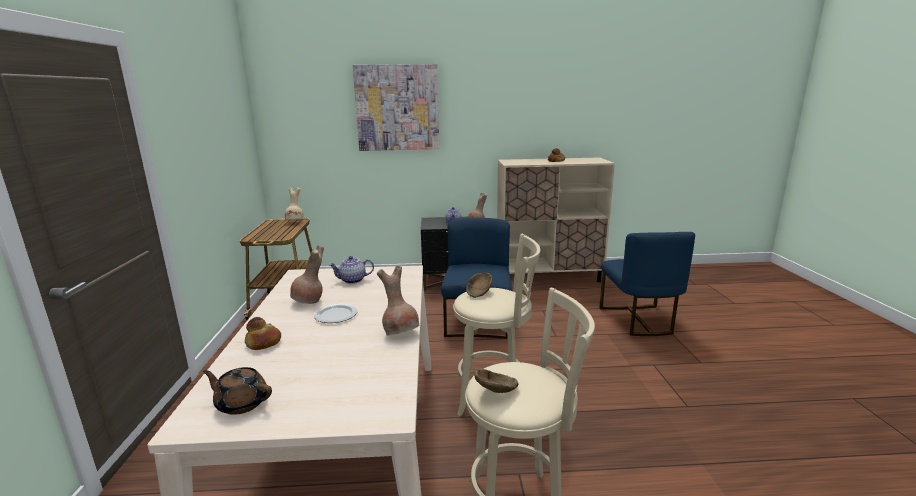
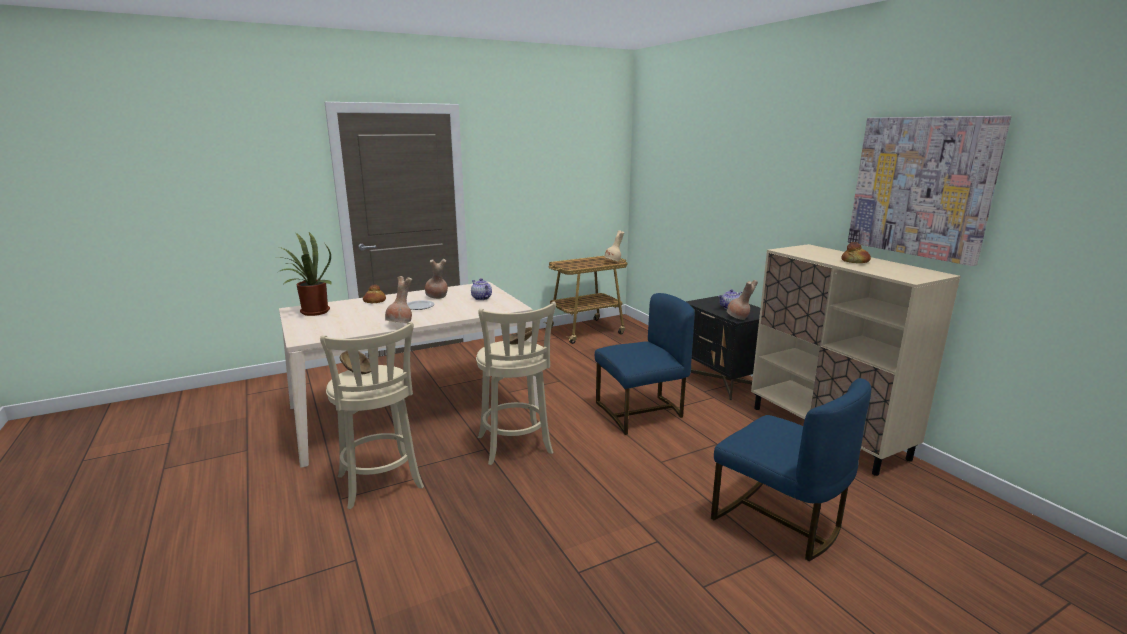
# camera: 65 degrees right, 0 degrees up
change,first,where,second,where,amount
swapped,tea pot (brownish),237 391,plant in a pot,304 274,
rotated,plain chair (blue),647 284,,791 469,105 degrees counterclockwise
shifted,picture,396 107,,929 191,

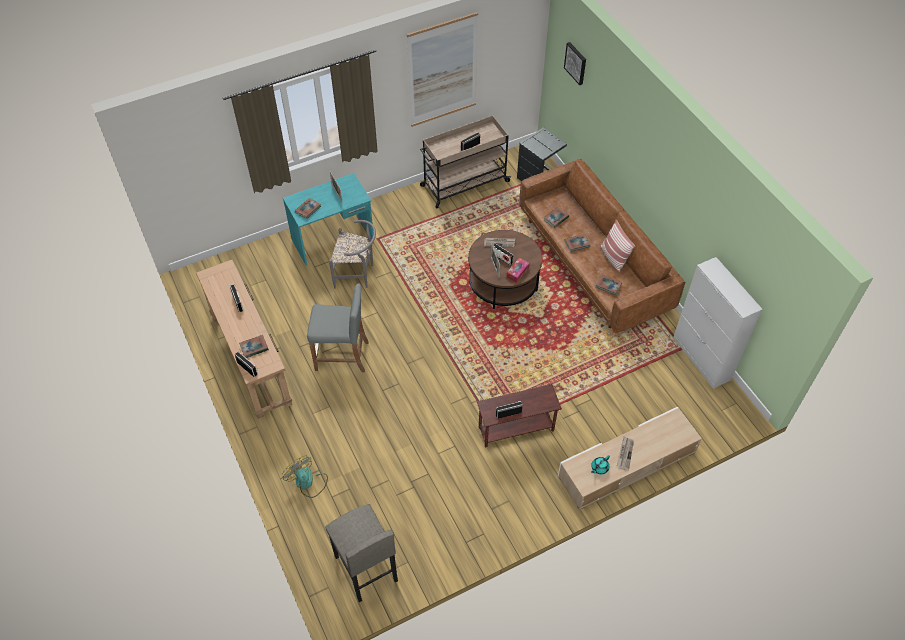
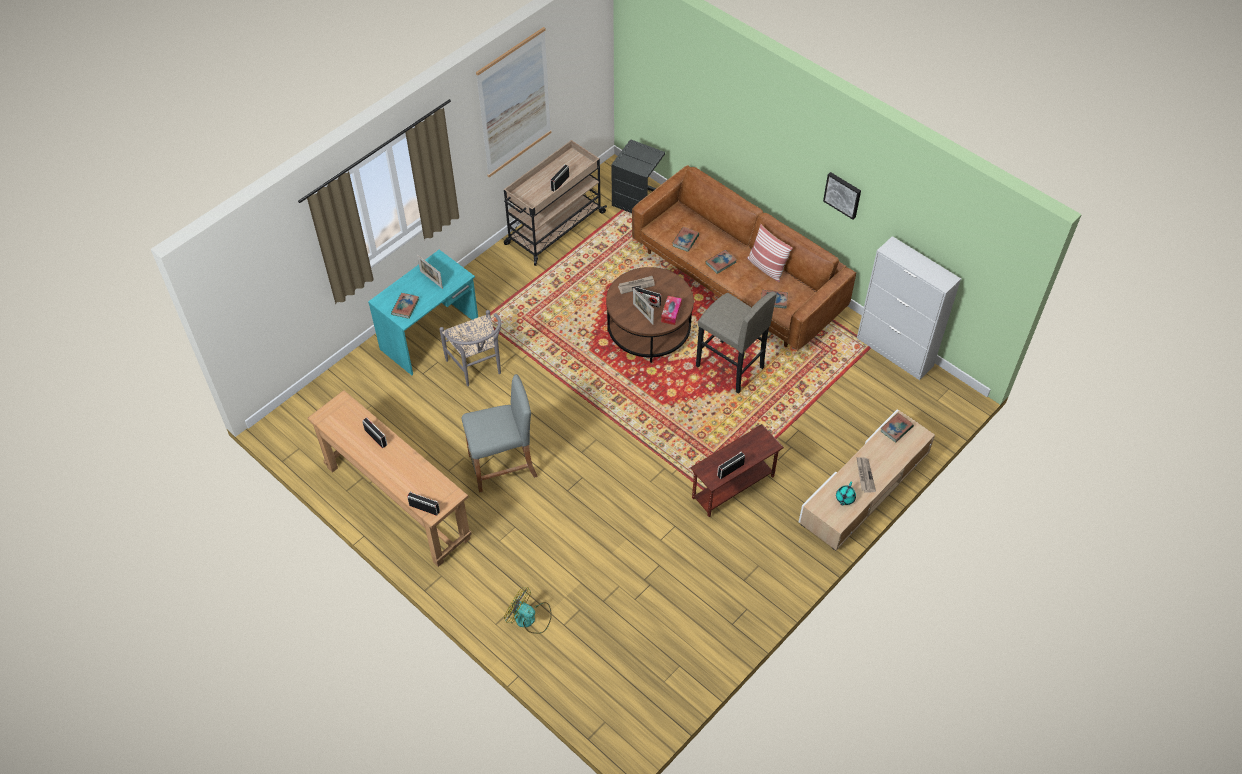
# camera: 20 degrees left, 0 degrees up
change,first,where,second,where,amount
rotated,plain chair (grey),352 254,,470 348,75 degrees clockwise
shifted,stool seat (grey),361 553,,736 342,
shifted,picture,575 63,,842 196,
shifted,bound book,254 346,,897 427,

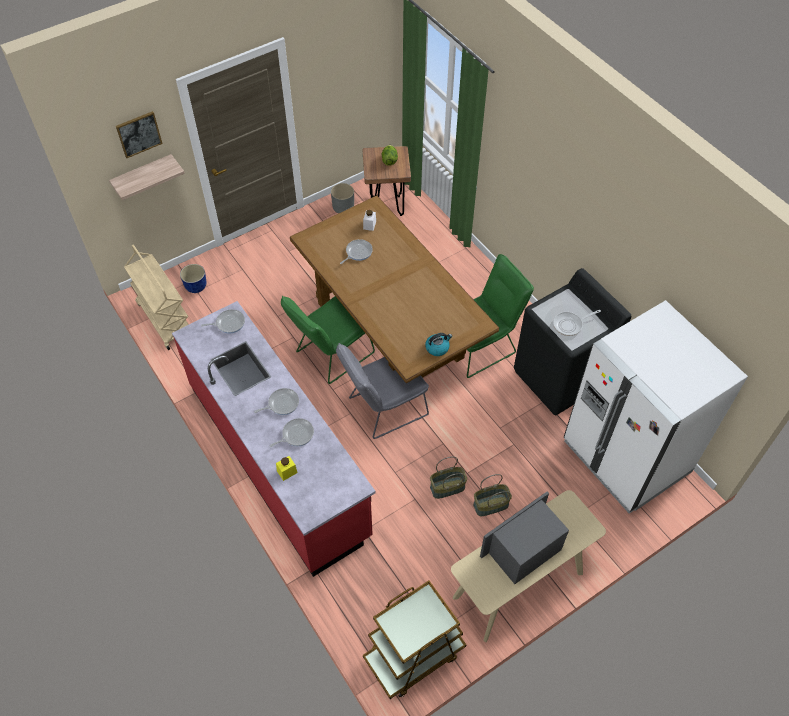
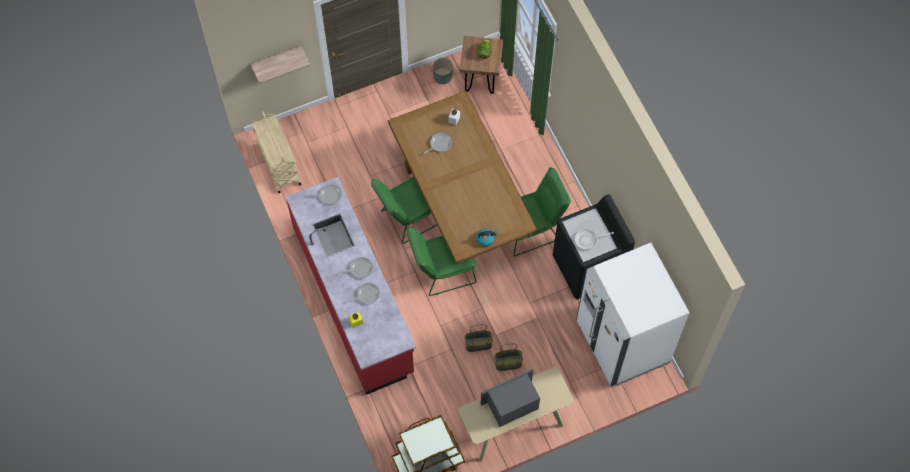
# camera: 10 degrees right, 10 degrees up
change,first,where,second,where,amount
repainted,plain chair (grey),382 391,plain chair (green-coloured),442 261,
gone,picture,139 134,,,
gone,plant pot,193 278,,,

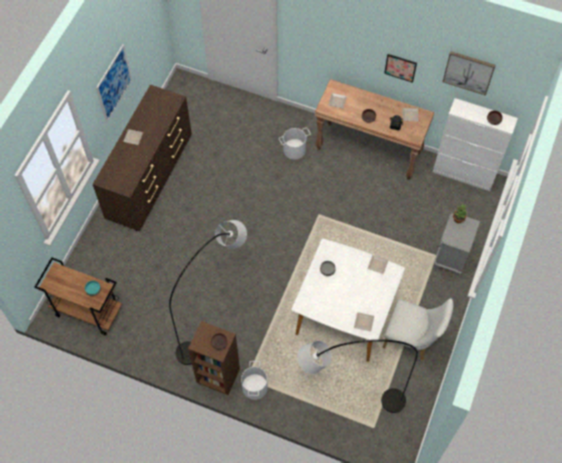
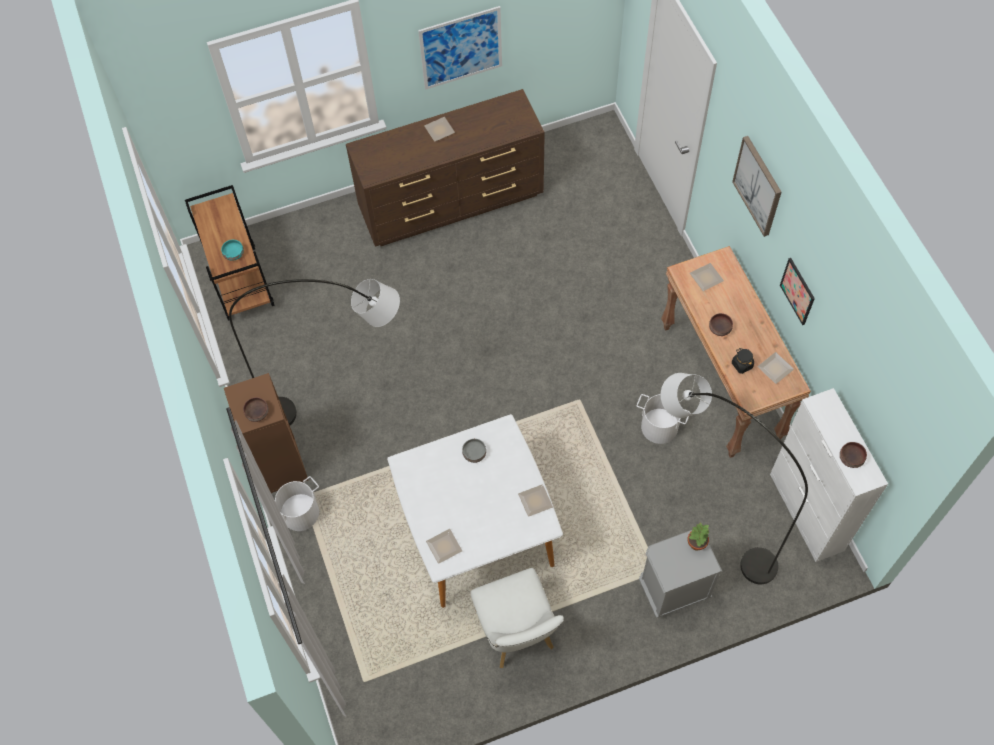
# camera: 50 degrees right, 0 degrees up
change,first,where,second,where,amount
shifted,bucket (white),294 143,,663 419,
shifted,standing lamp (grey),357 376,,734 478,
shifted,picture,469 73,,756 186,

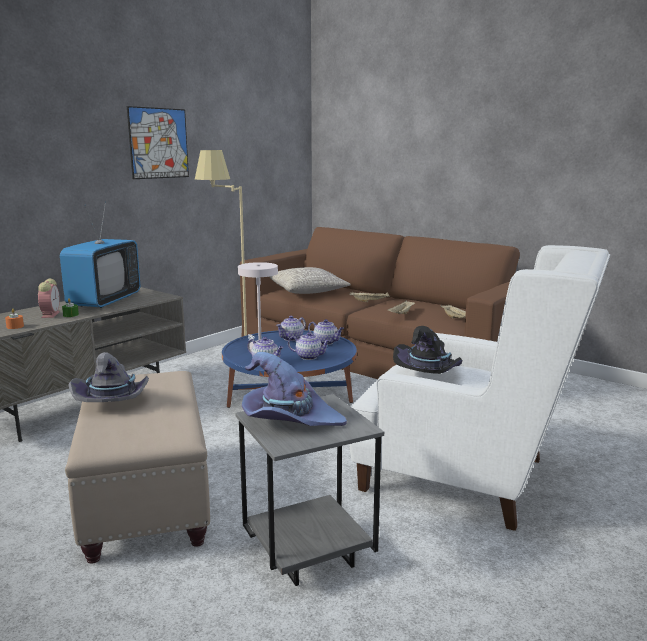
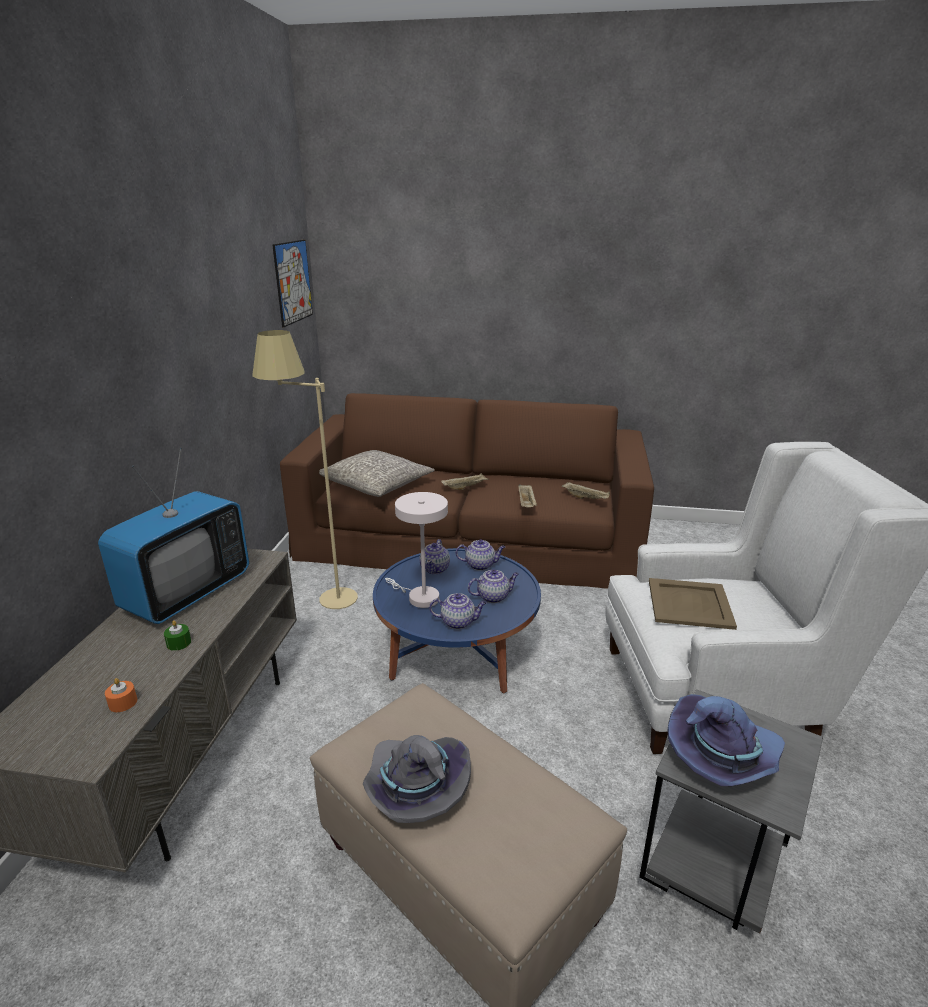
# camera: 30 degrees left, 10 degrees up
change,first,where,second,where,amount
rotated,television,100 255,,173 536,45 degrees clockwise
shifted,picture,158 142,,292 283,
swapped,wearable hat (black-coloured),428 350,serving tray (beige-coloured),693 604,
gone,alarm clock,49 298,,,

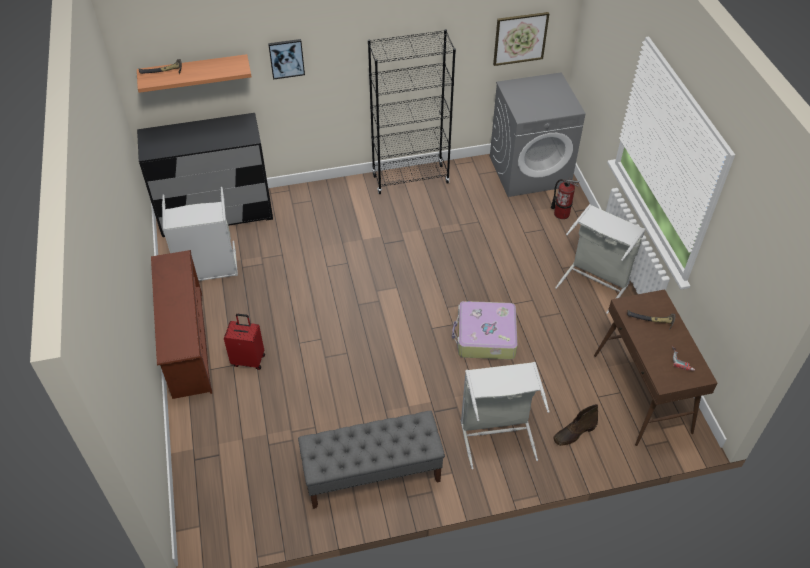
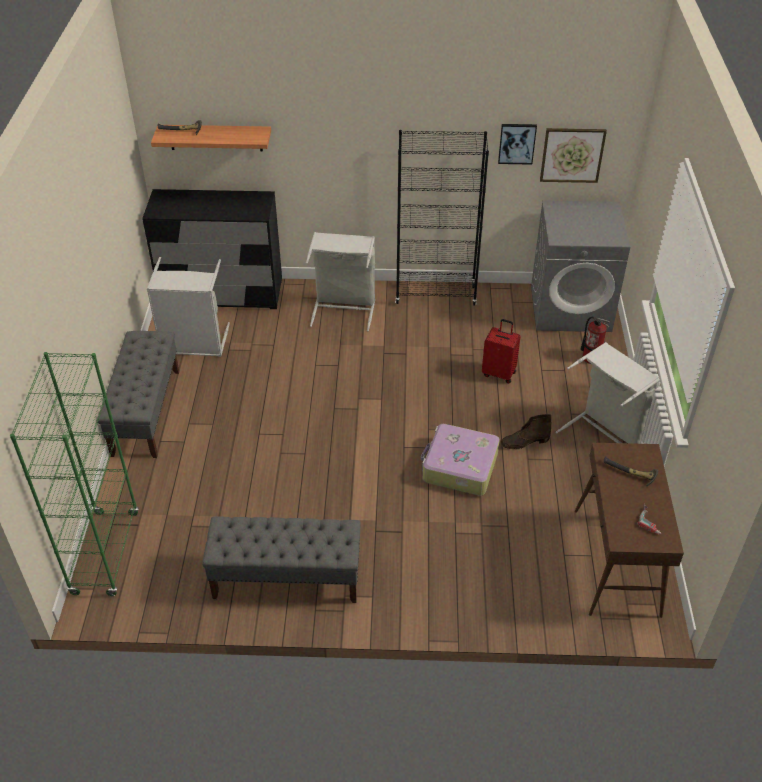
# camera: 15 degrees right, 5 degrees down
change,first,where,second,where,amount
new,,,shelving unit (green-coloured),74 474,
swapped,shoe rack (brownish),181 324,indoor bench (grey),138 394,
shifted,washing basket (grey),505 415,,340 281,
shifted,suitcase (red-coloured),244 342,,501 351,
shifted,picture,286 59,,517 144,
shifted,high-top boot (brownish),575 425,,526 432,

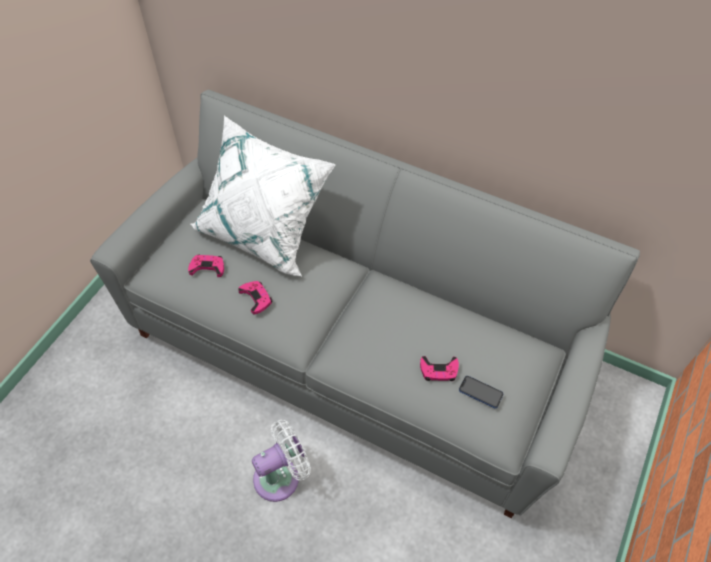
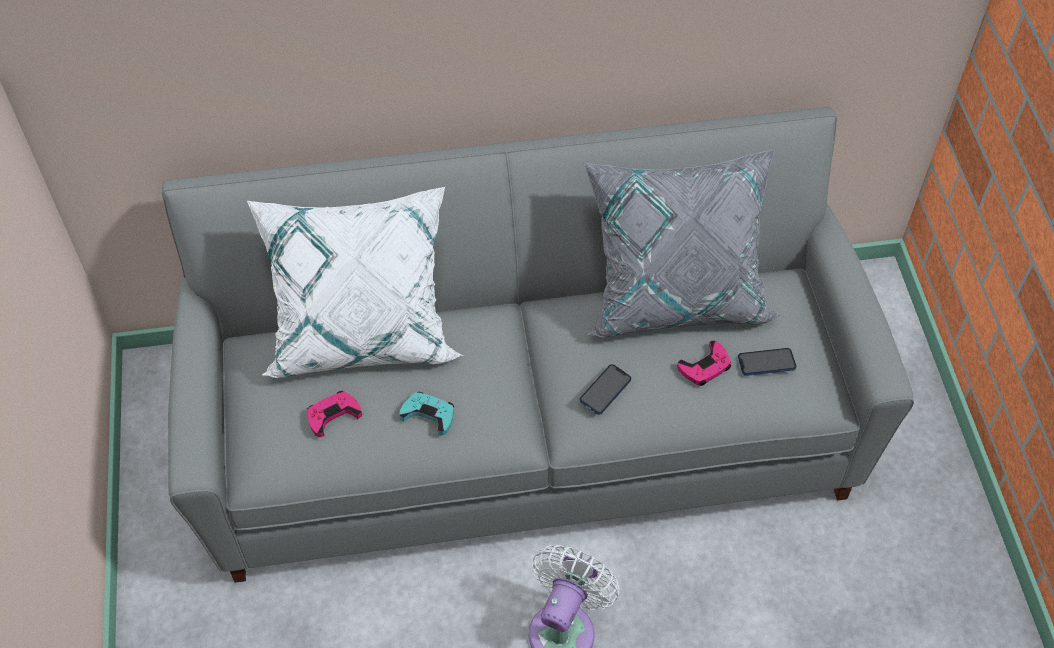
# camera: 35 degrees left, 0 degrees up
change,first,where,second,where,amount
repainted,joypad (pinkish),255 297,joypad (turquoise),426 413,
new,,,handset,605 389,
new,,,pillow (grey),682 243,

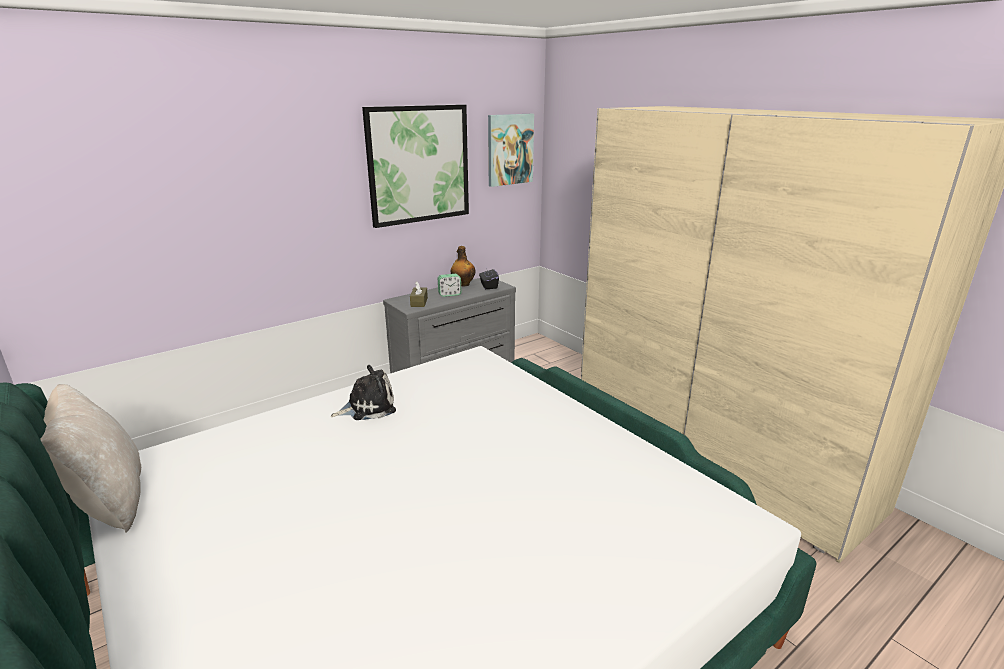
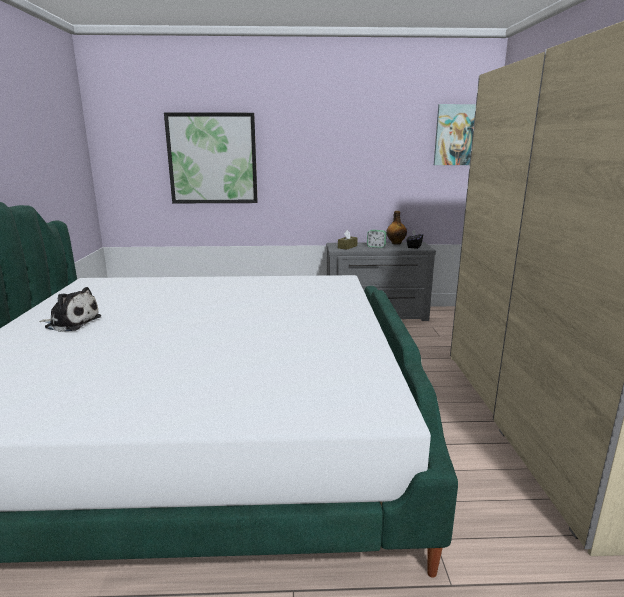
# camera: 35 degrees right, 5 degrees down
change,first,where,second,where,amount
shifted,plush toy,363 392,,70 309,
shifted,picture,415 166,,211 157,
gone,pillow (beige-coloured),90 458,,,

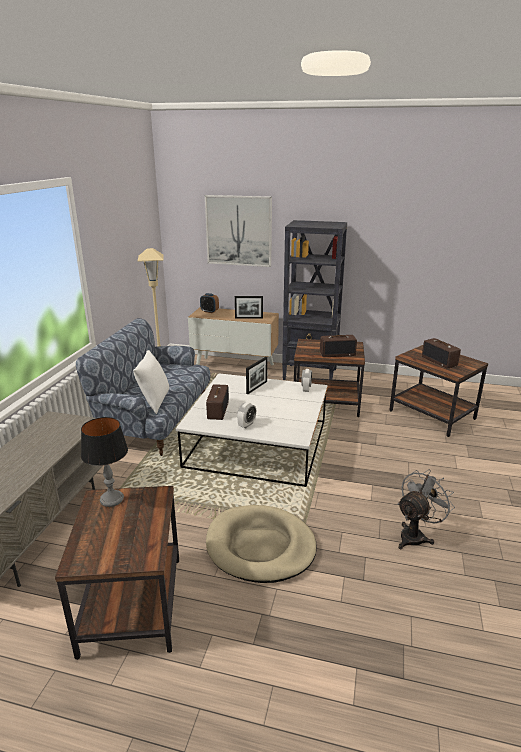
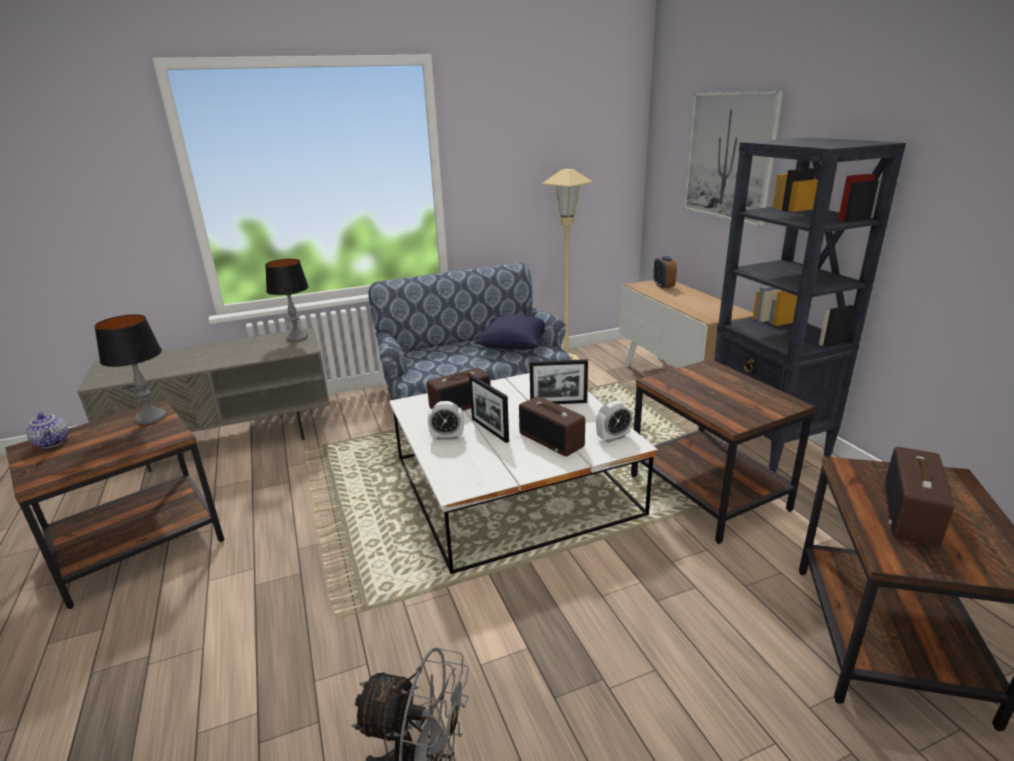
# camera: 55 degrees right, 0 degrees up
change,first,where,second,where,amount
new,,,tea pot,47 430,
new,,,lamp for a table,287 300,
shifted,photo frame,249 307,,489 409,
new,,,pillow (blue),510 332,
shifted,radio receiver,338 346,,552 426,
gone,pillow (white),151 382,,,
gone,dog cushion (beige-coloured),261 544,,,

